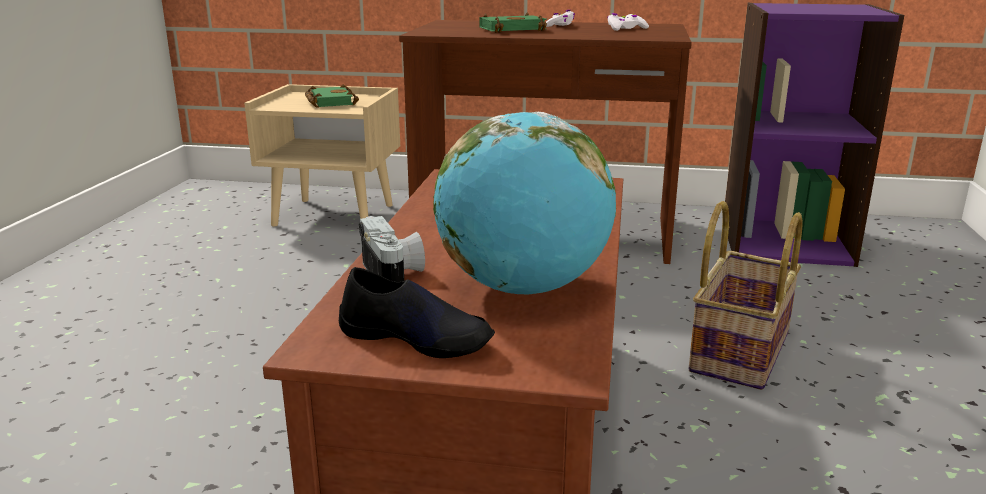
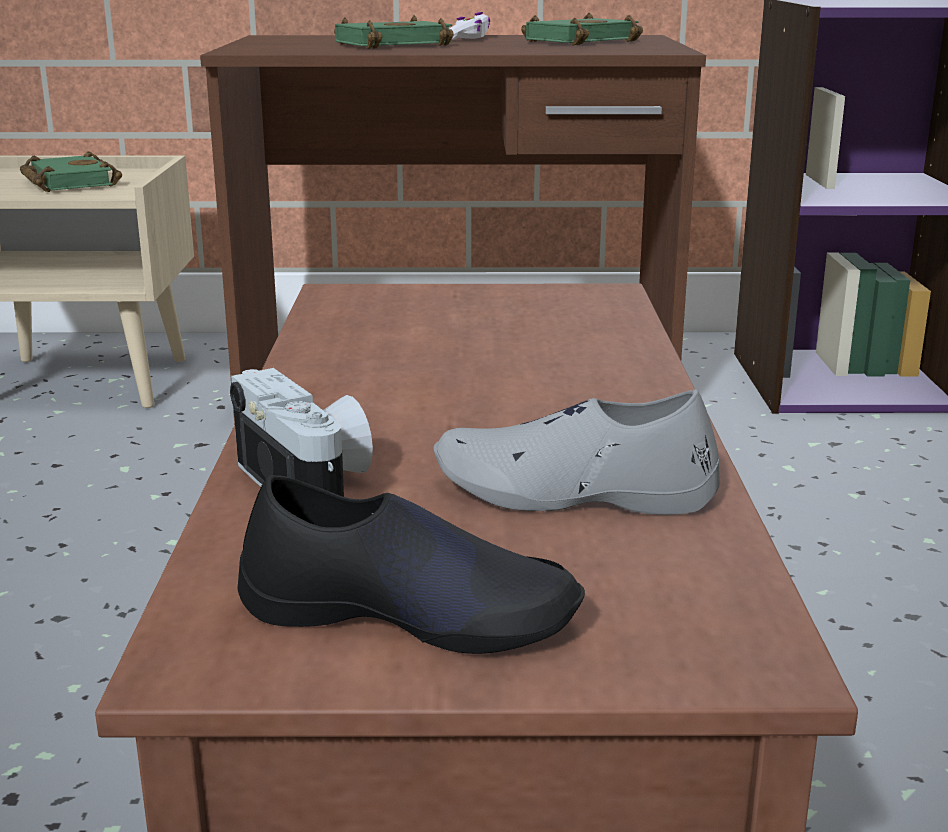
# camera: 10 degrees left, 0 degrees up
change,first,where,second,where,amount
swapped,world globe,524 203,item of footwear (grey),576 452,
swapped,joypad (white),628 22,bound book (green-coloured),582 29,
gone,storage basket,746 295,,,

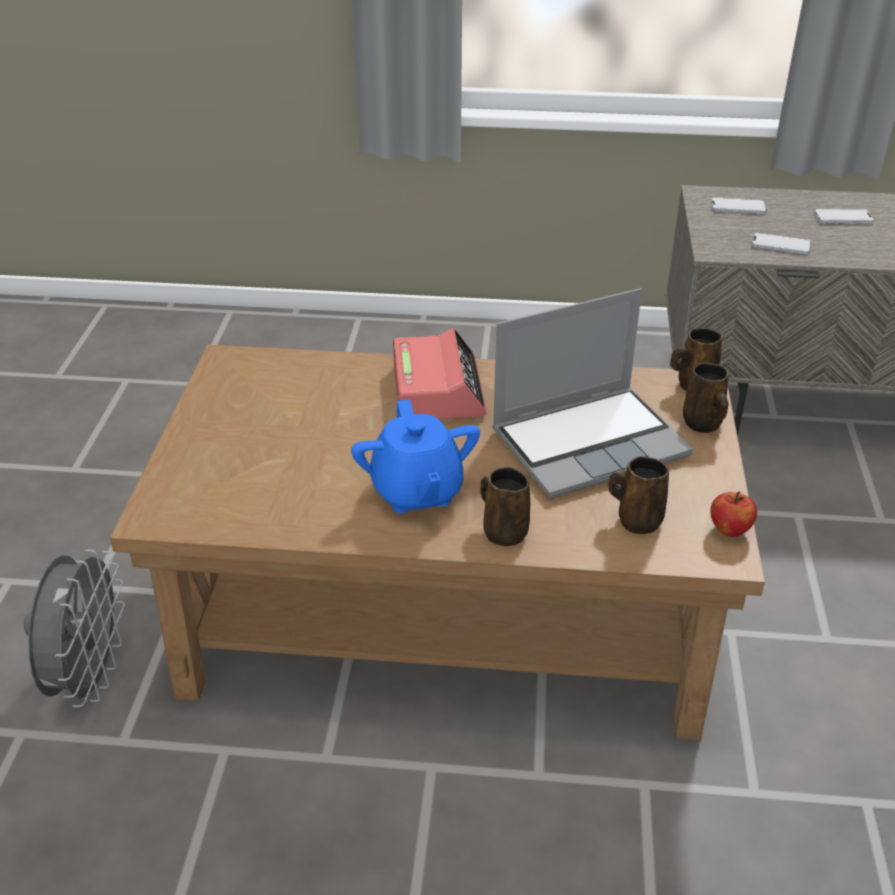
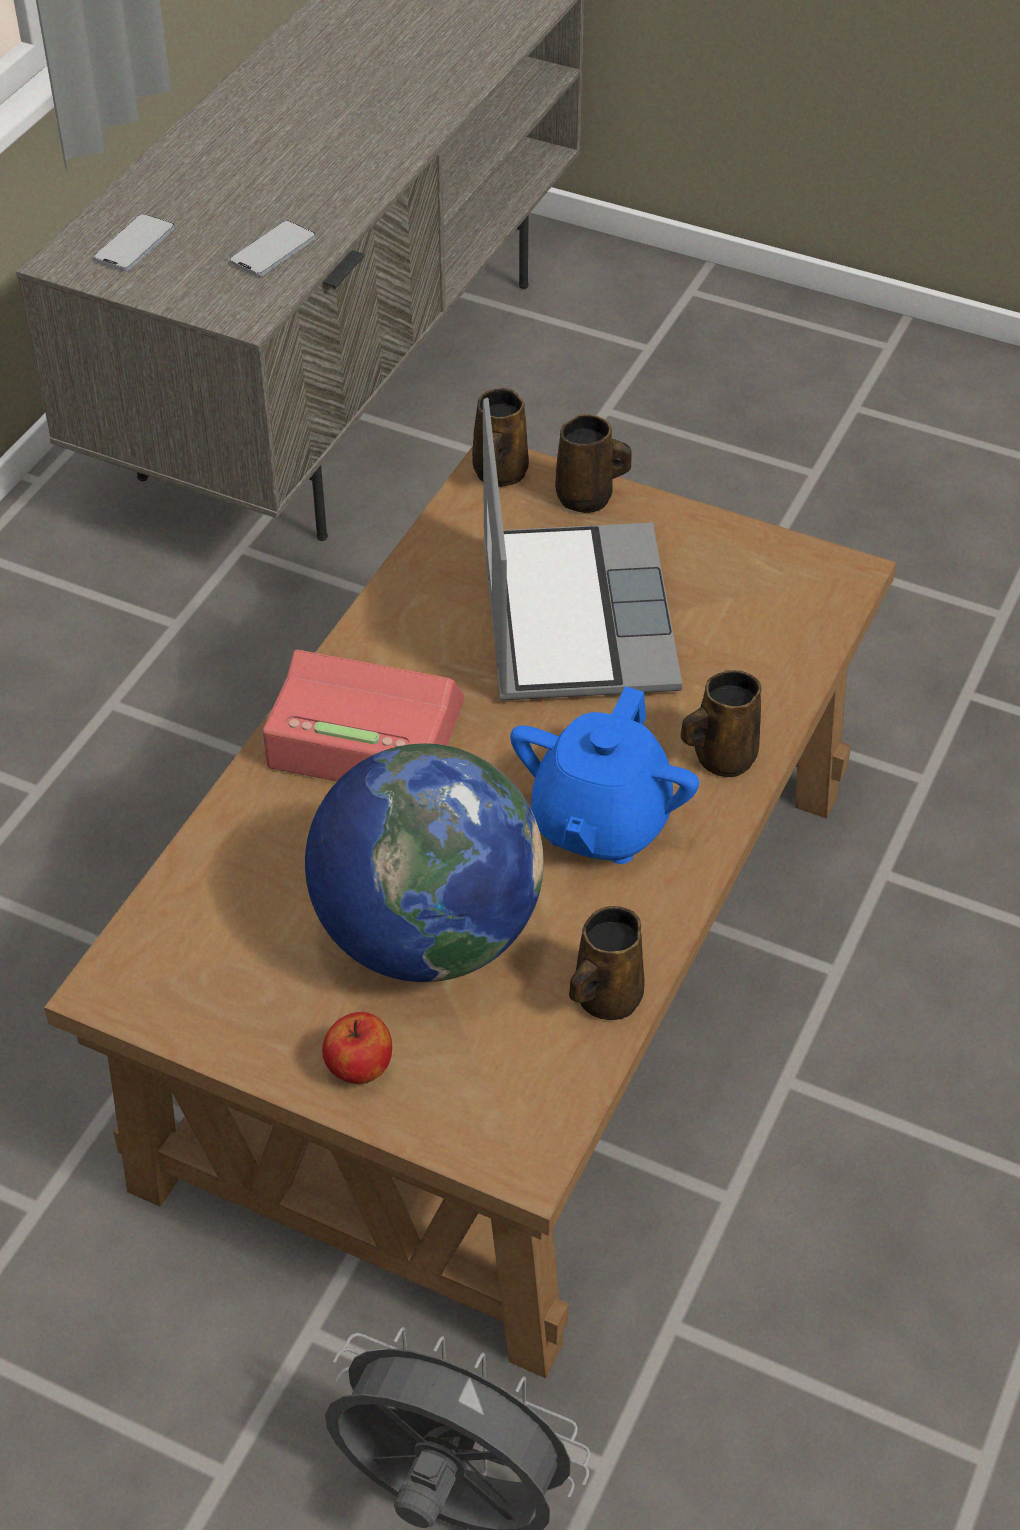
# camera: 70 degrees left, 10 degrees up
change,first,where,second,where,amount
new,,,world globe,424 862,
shifted,whole apple,733 514,,357 1048,
rotated,tea pot (blue),415 456,,604 775,105 degrees clockwise
shifted,coffee mug (brownish),638 495,,607 963,
gone,handset,844 216,,,

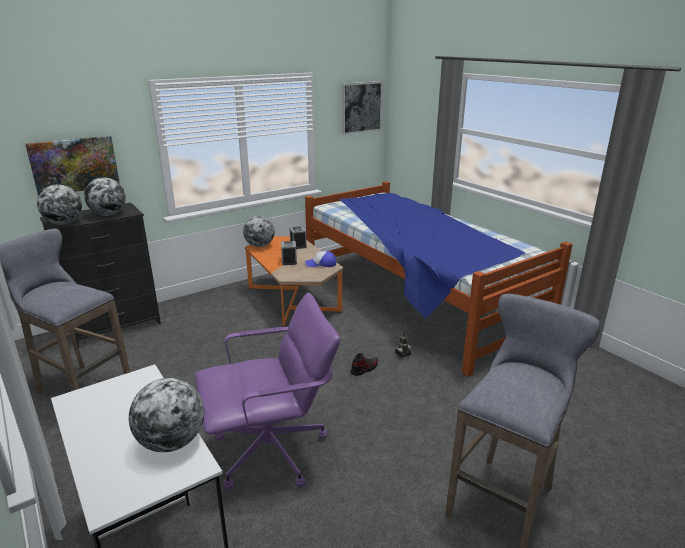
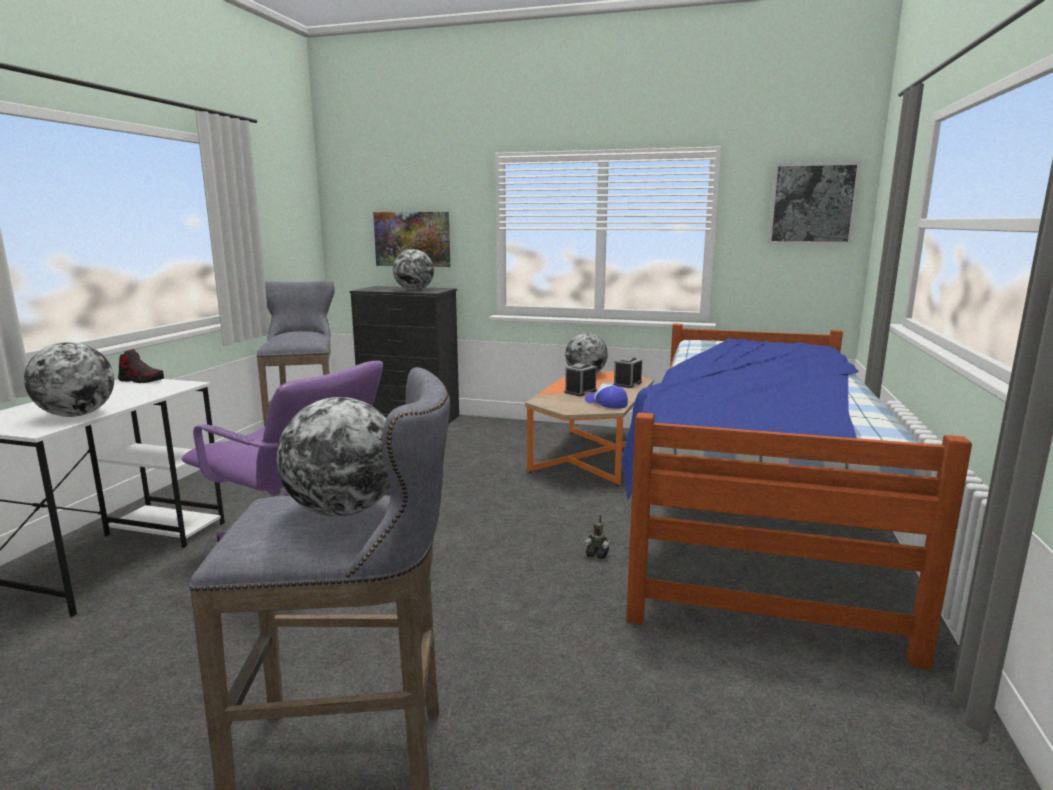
# camera: 50 degrees right, 10 degrees down
change,first,where,second,where,amount
shifted,item of footwear,364 364,,141 366,
shifted,world globe,59 205,,333 457,

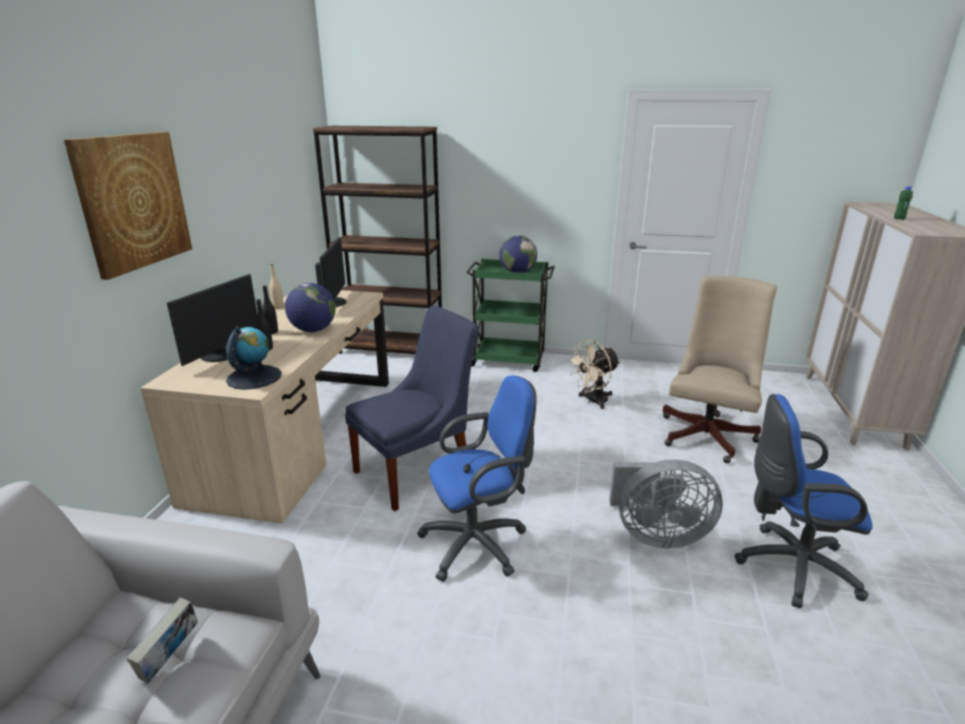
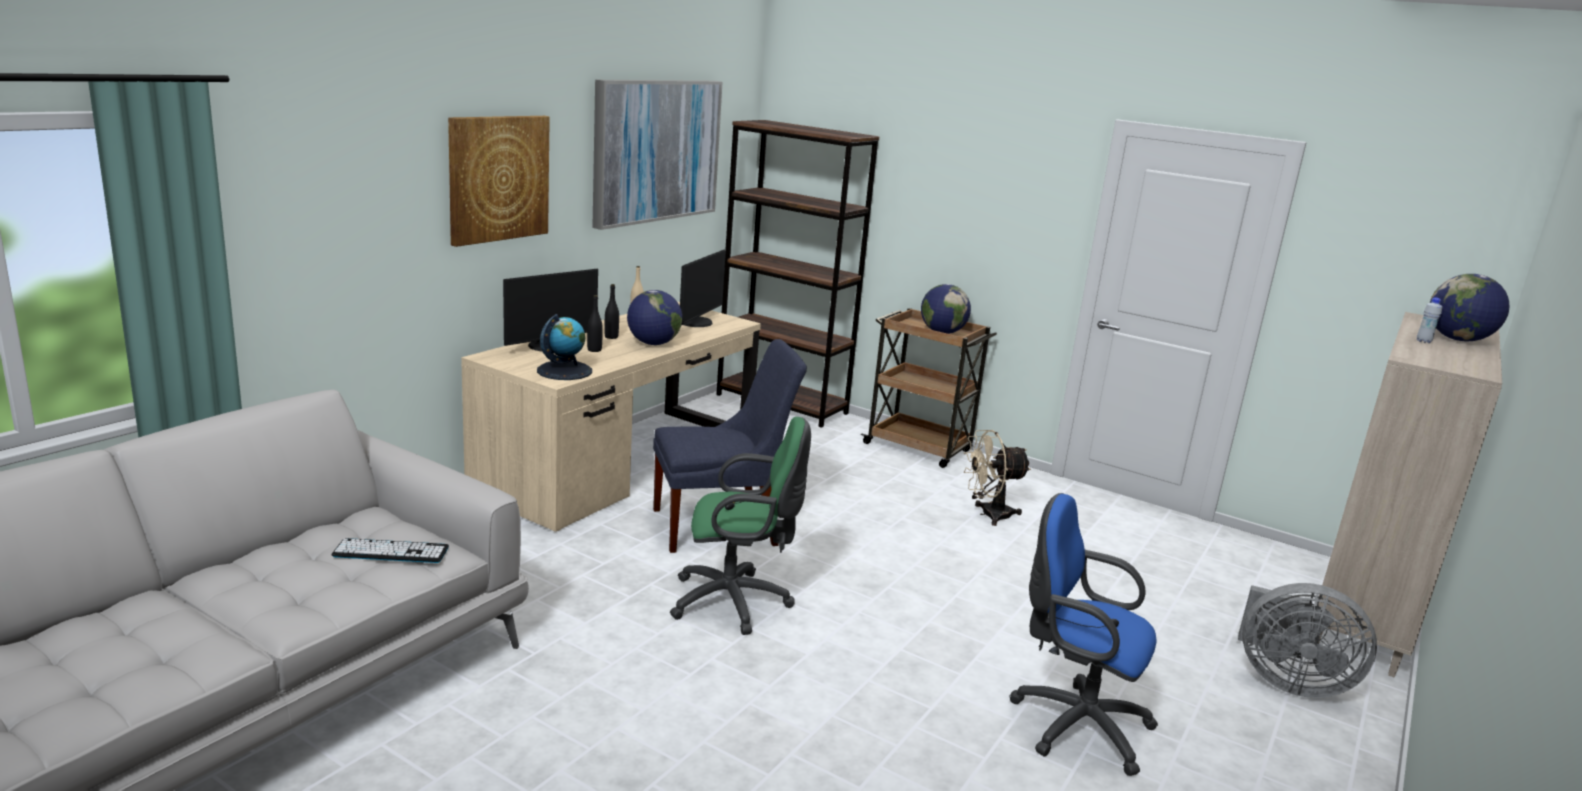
# camera: 20 degrees right, 5 degrees down
change,first,where,second,where,amount
swapped,bound book,162 640,keyboard,390 550,
new,,,picture,657 155,
repainted,office chair (blue),477 478,office chair (green-coloured),740 526,
repainted,cart (green-coloured),510 315,cart (brownish),929 388,
shifted,cooling fan (grey),666 504,,1307 640,
repainted,drink bottle (green-coloured),903 203,drink bottle (white),1429 320,
new,,,world globe,1469 308,
gone,office chair (beige-coloured),720 369,,,

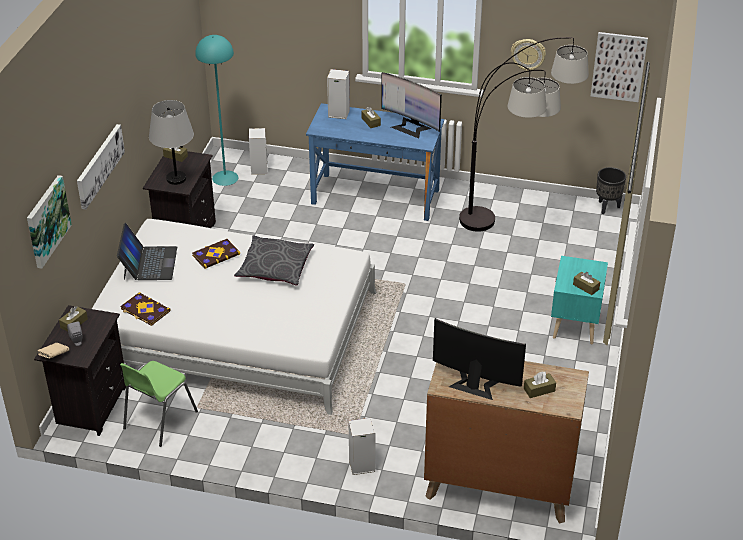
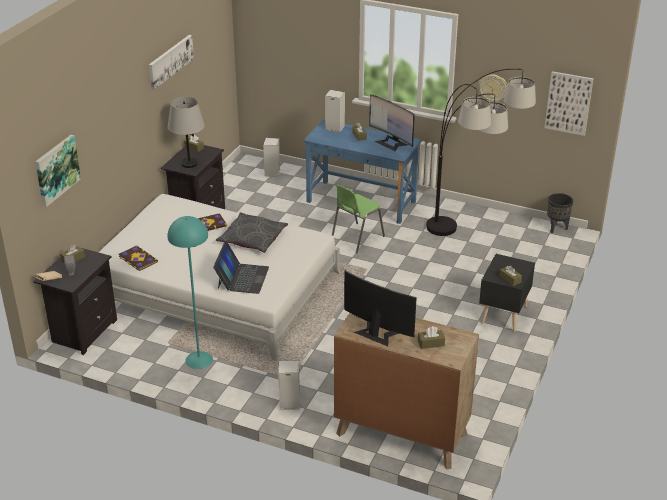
# camera: 10 degrees right, 5 degrees down
change,first,where,second,where,amount
shifted,picture,101 166,,171 62,
shifted,standing lamp (turquoise),216 110,,190 292,
shifted,notebook computer,147 251,,241 267,
shifted,plain chair (green-coloured),159 404,,358 219,
repainted,nightstand (turquoise),579 300,nightstand (black-coloured),507 293,

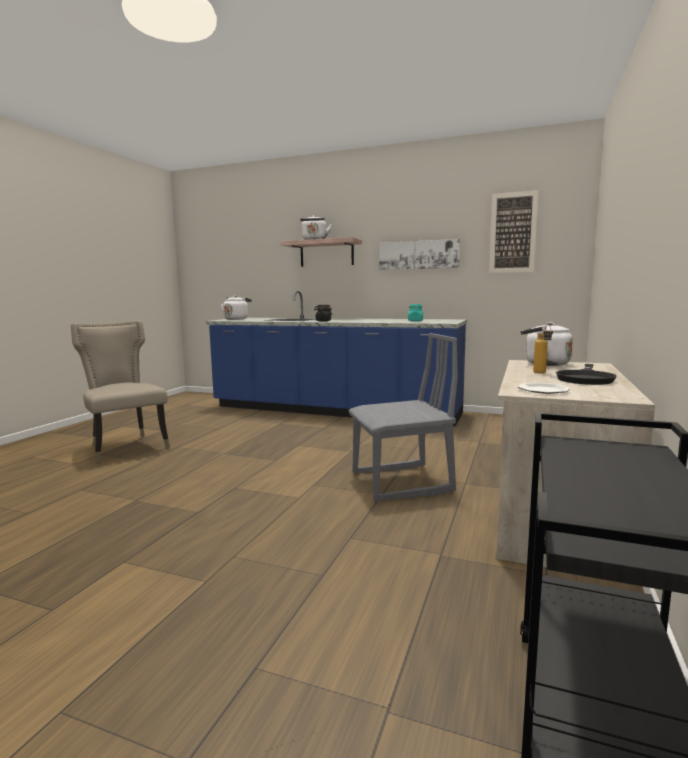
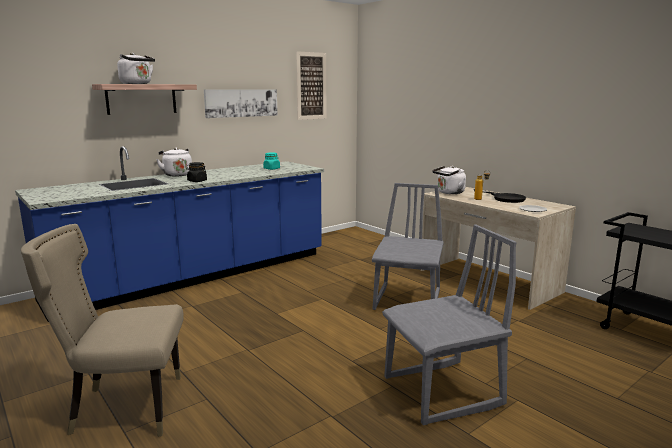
# camera: 60 degrees left, 5 degrees up
change,first,where,second,where,amount
shifted,kettle (white),236 308,,174 162,
new,,,plain chair (grey),449 325,

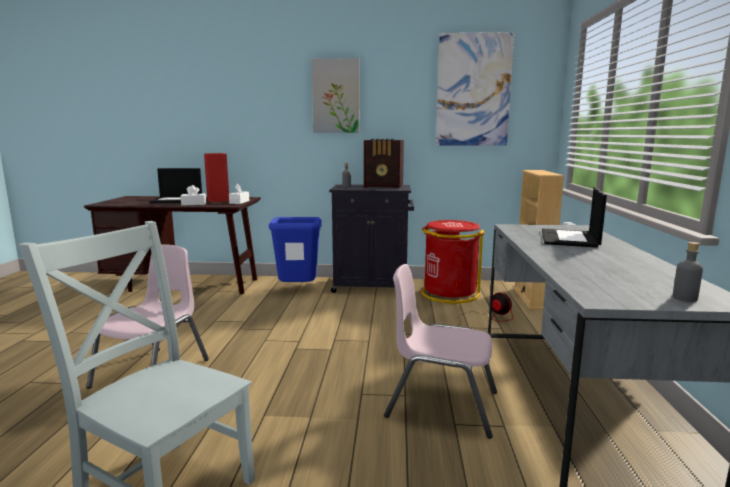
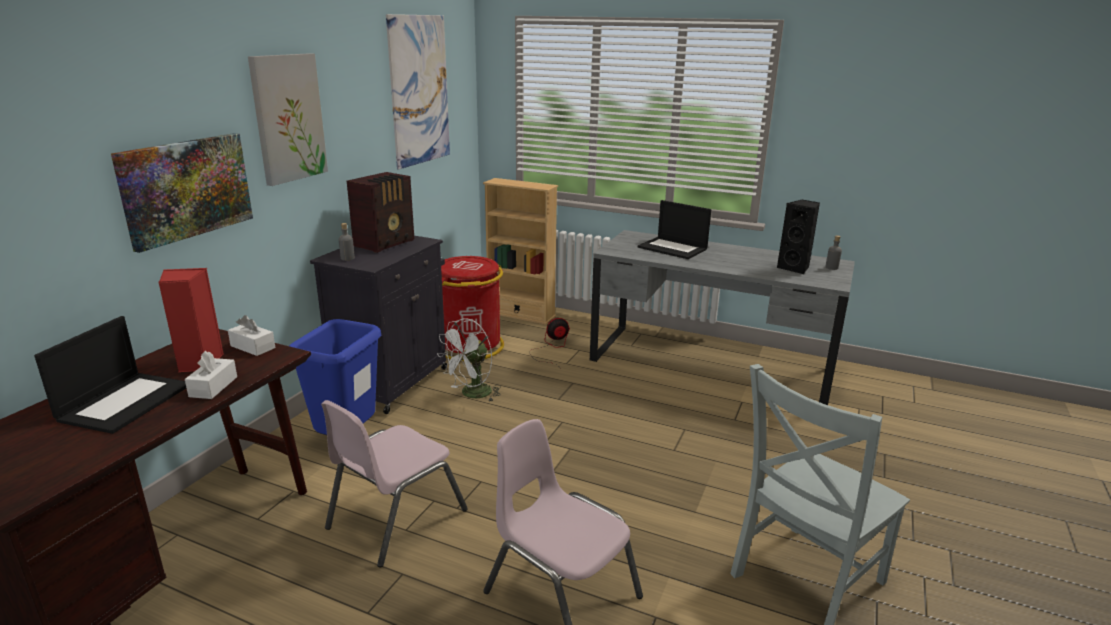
# camera: 70 degrees left, 10 degrees up
change,first,where,second,where,amount
new,,,picture,182 193,
shifted,plain chair (pinkish),440 351,,394 483,
new,,,cooling fan (white),469 359,
new,,,speaker (black-coloured),798 236,

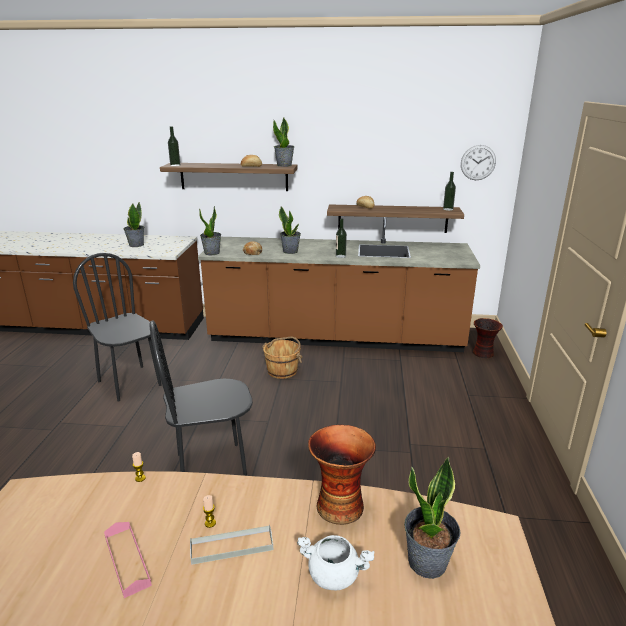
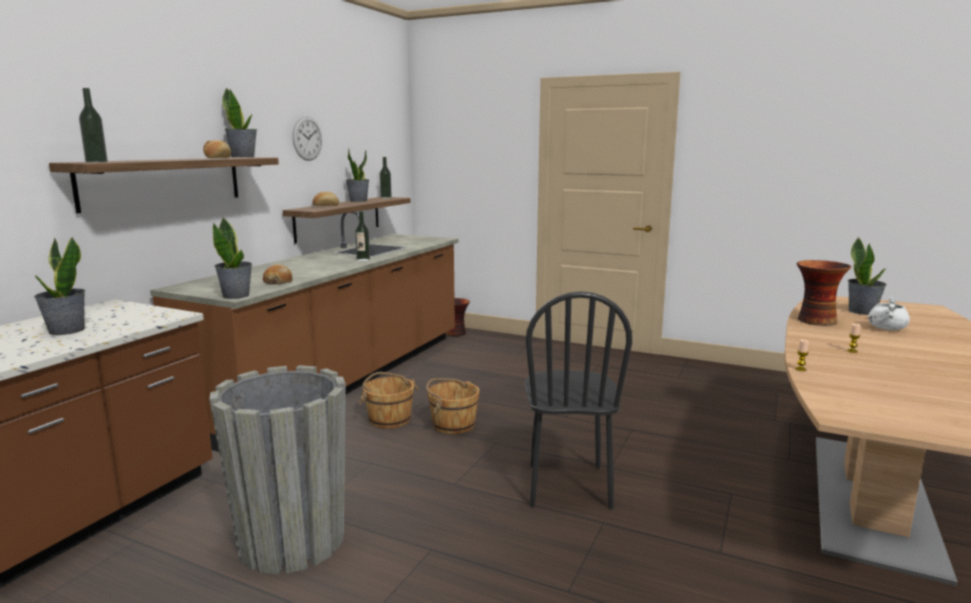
# camera: 70 degrees left, 10 degrees down
change,first,where,second,where,amount
swapped,plain chair (black-coloured),117 327,plant pot (grey),277 469,
shifted,hanging clock,478 162,,307 138,
shifted,plant in a pot,290 230,,357 175,
new,,,bucket (brownish),453 406,
gone,serving tray (pinkish),128 560,,,
gone,serving tray (grey),231 545,,,

